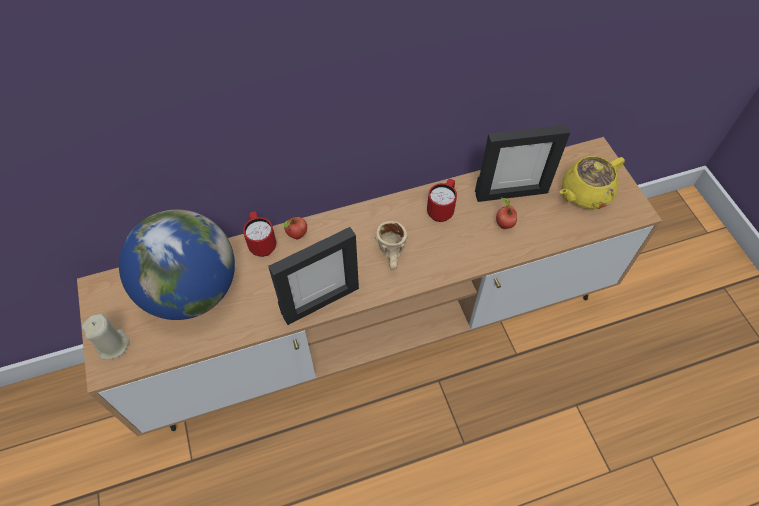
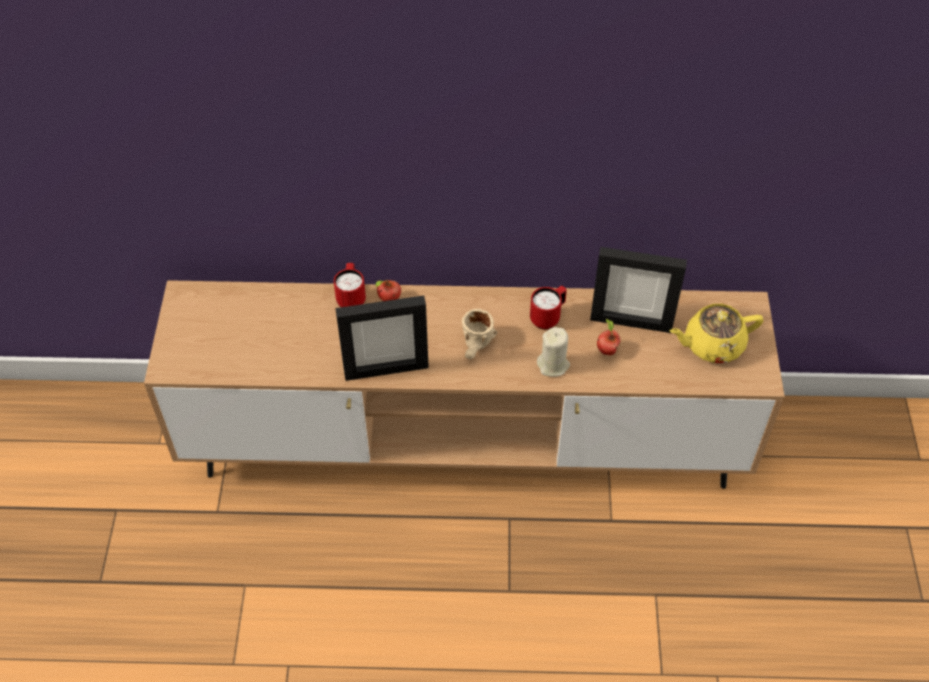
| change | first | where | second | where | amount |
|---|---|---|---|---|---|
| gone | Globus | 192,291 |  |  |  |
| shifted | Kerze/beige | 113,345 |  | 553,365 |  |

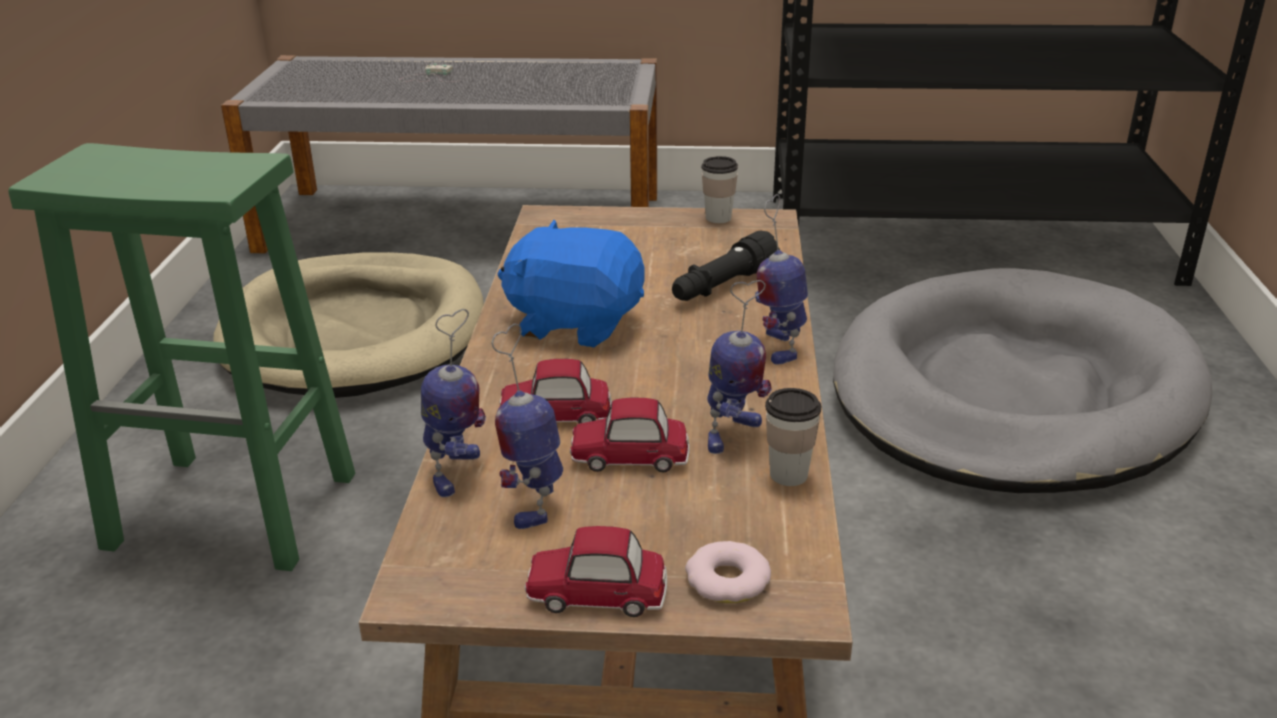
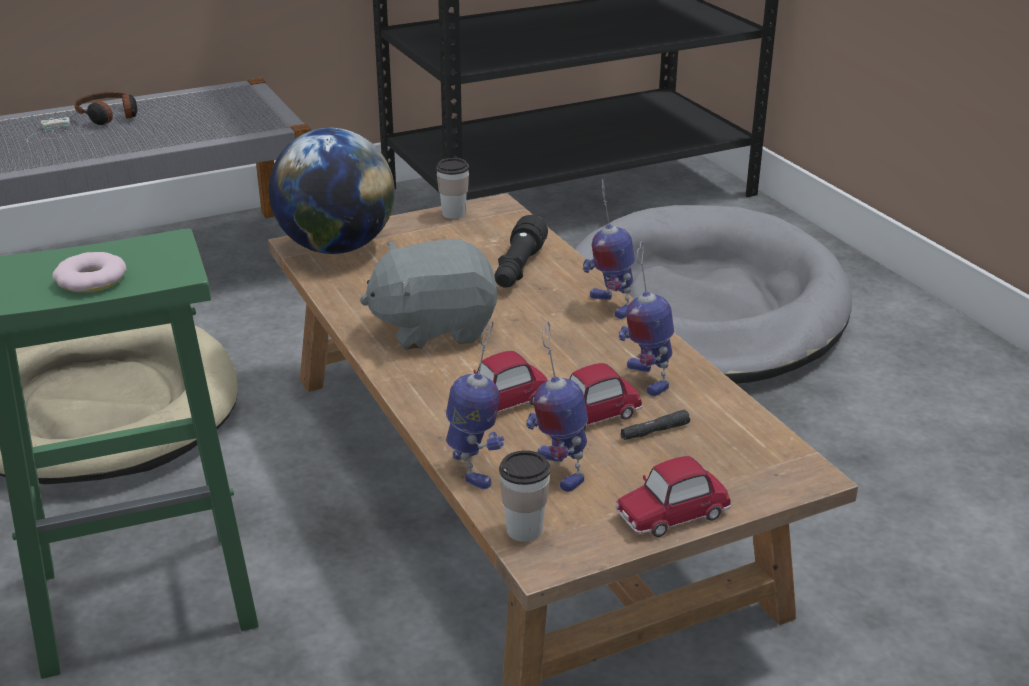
| change | first | where | second | where | amount |
|---|---|---|---|---|---|
| repainted | Plüschtier/blau | 575,323 | Plüschtier/grau | 434,328 |  |
| rotated | Spielzeugroboter | 732,435 |  | 645,378 | 150 degrees clockwise |
| shifted | Tasse | 788,474 |  | 524,530 |  |
| shifted | Donut | 727,580 |  | 91,280 |  |
| new |  |  | Kopfhörer | 109,116 |  |
| new |  |  | Globus | 336,247 |  |
| new |  |  | Taschenlampe/schwarz | 654,432 |  |

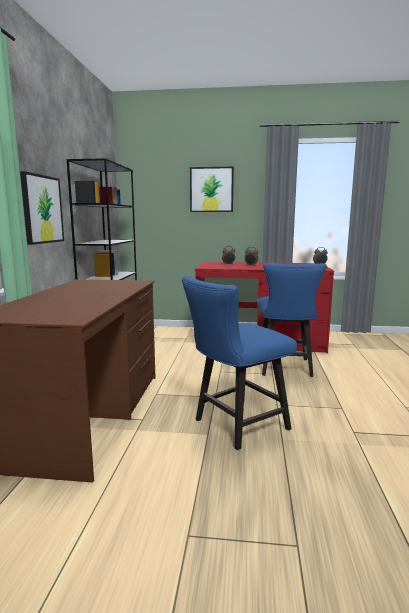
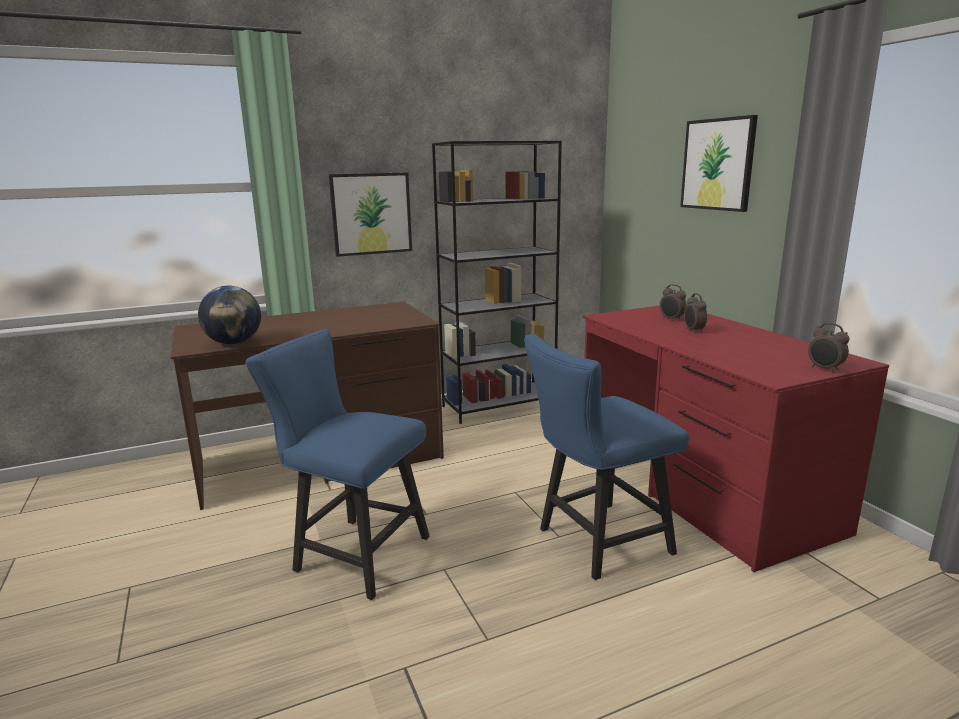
| change | first | where | second | where | amount |
|---|---|---|---|---|---|
| new |  |  | Globus | 234,343 |  |

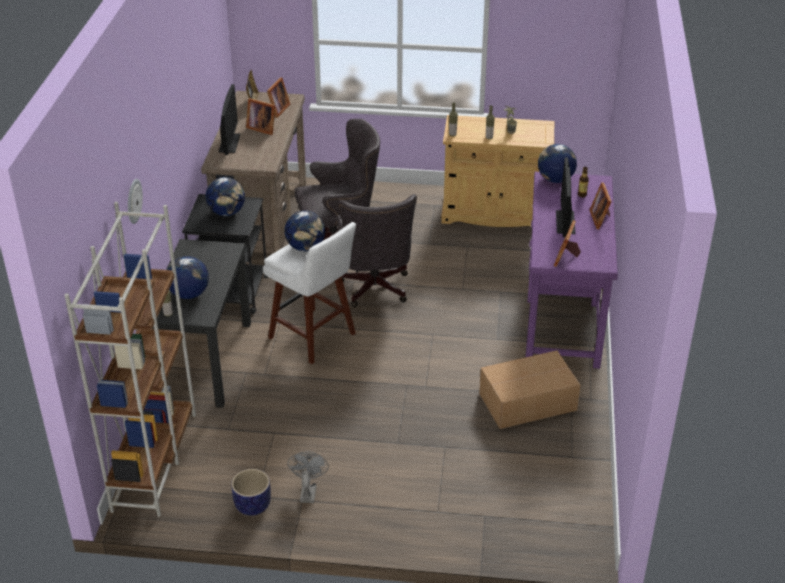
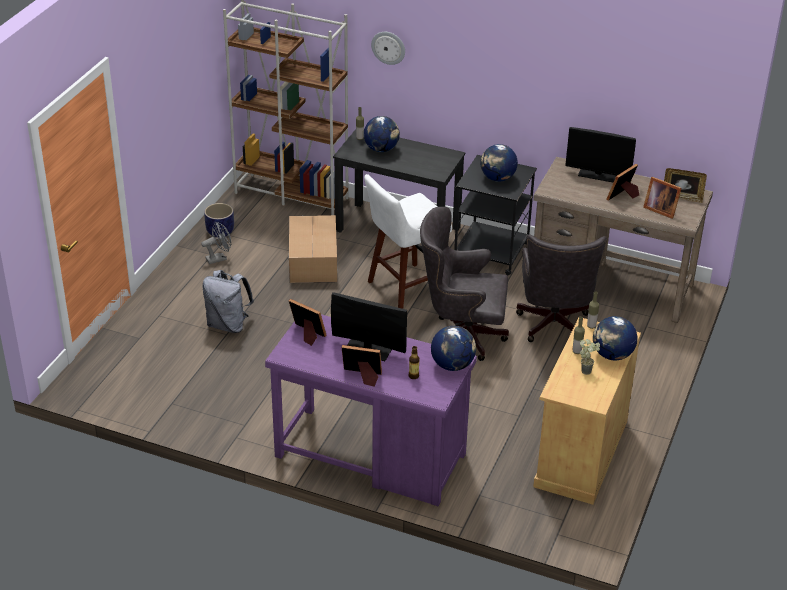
| change | first | where | second | where | amount |
|---|---|---|---|---|---|
| shifted | Globus | 305,247 |  | 612,355 |  |
| shifted | Karton | 526,401 |  | 313,260 |  |
| rotated | Ventilator/grau | 308,491 |  | 219,258 | 45 degrees counterclockwise |
| new |  |  | Rucksack/grau | 228,324 |  |

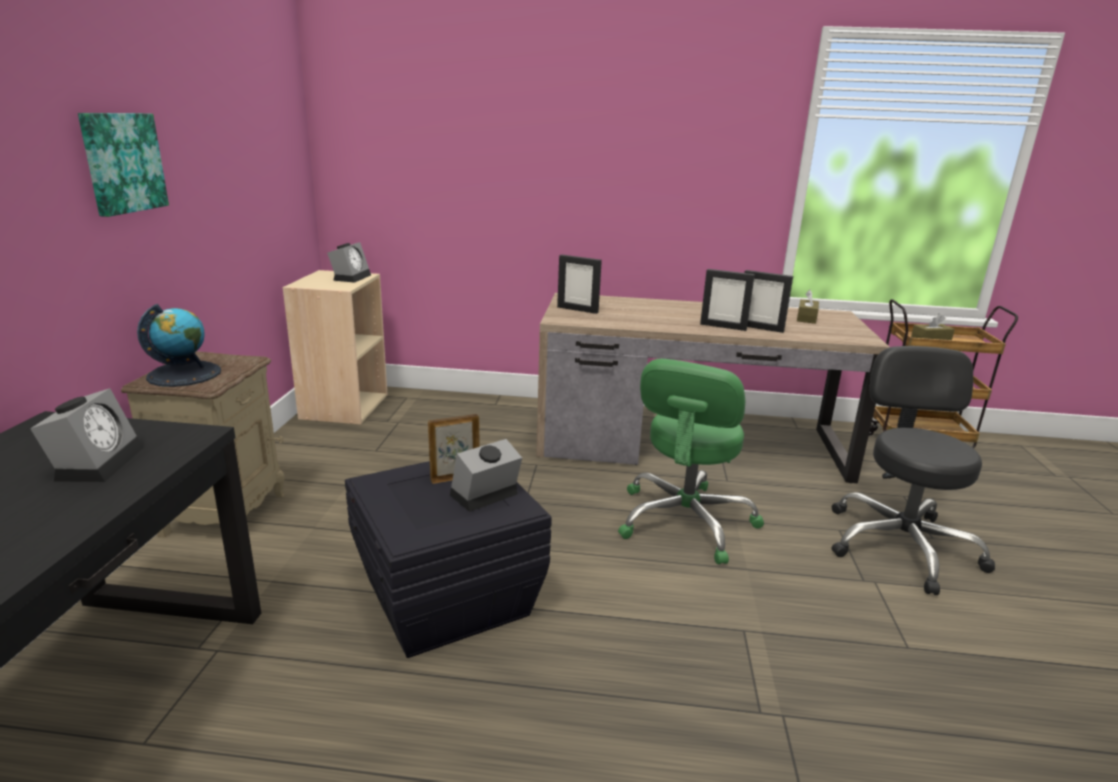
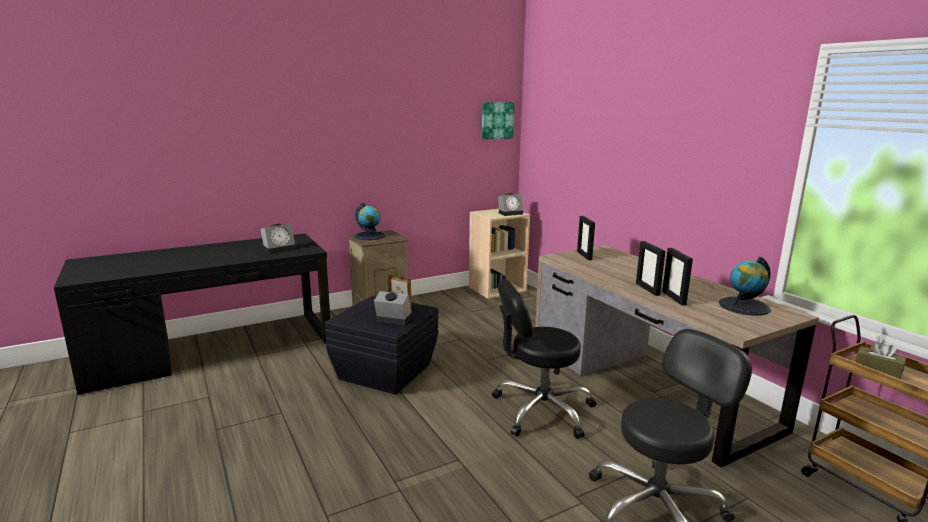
| change | first | where | second | where | amount |
|---|---|---|---|---|---|
| shifted | Bild | 122,163 |  | 497,120 |  |
| swapped | Taschentuchbox/braun | 806,318 | Globus | 744,306 |  |
| repainted | Bürostuhl/grün | 683,524 | Bürostuhl/schwarz | 538,411 |  |

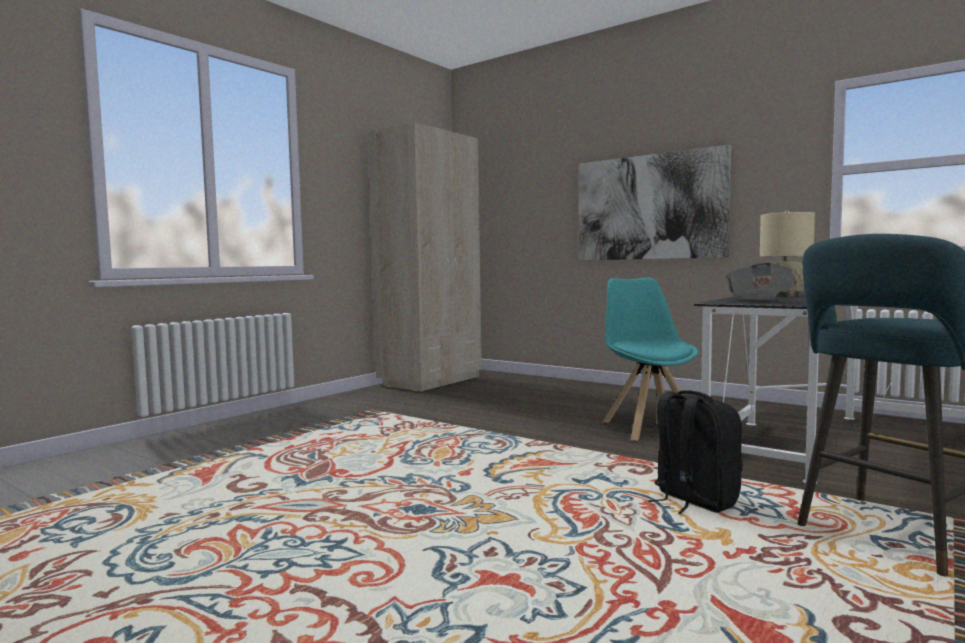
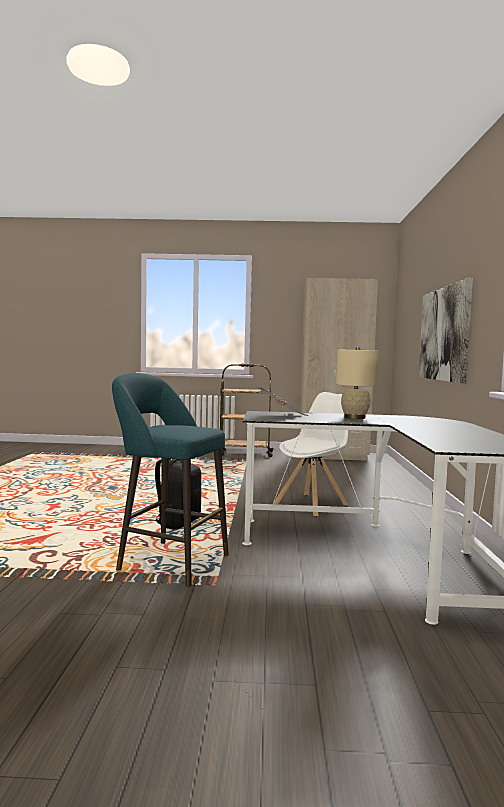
| change | first | where | second | where | amount |
|---|---|---|---|---|---|
| repainted | Stuhl/türkis | 648,427 | Stuhl/weiß | 313,504 |  |
| new |  |  | Rollwagen/braun | 245,454 |  |

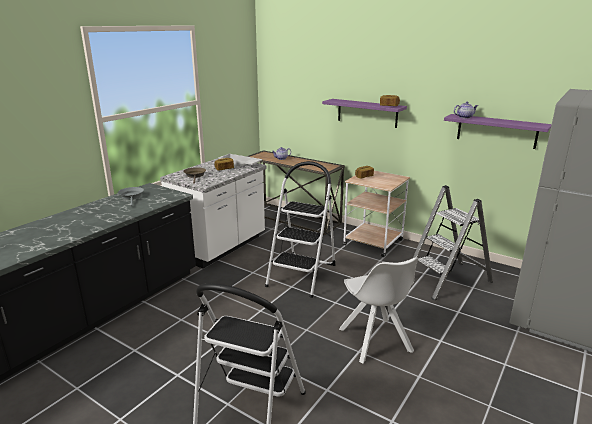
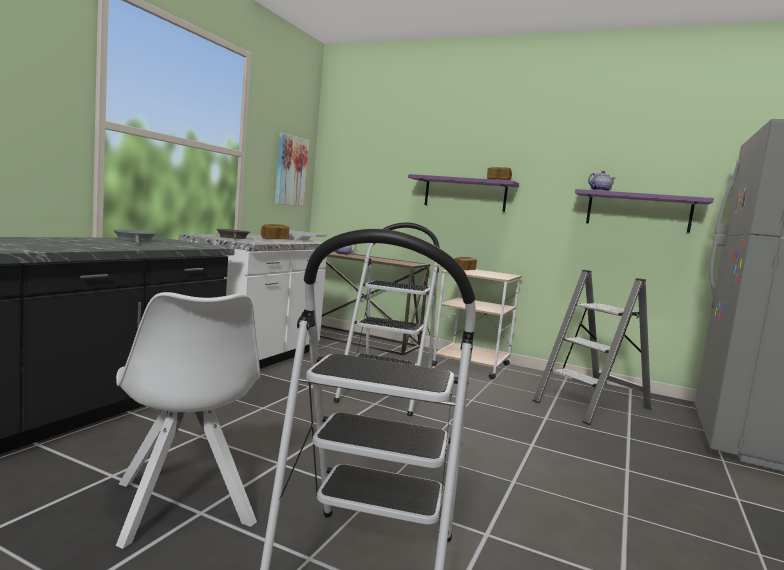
| change | first | where | second | where | amount |
|---|---|---|---|---|---|
| shifted | Stuhl/weiß | 375,341 |  | 184,505 |  |
| new |  |  | Bild | 290,170 |  |

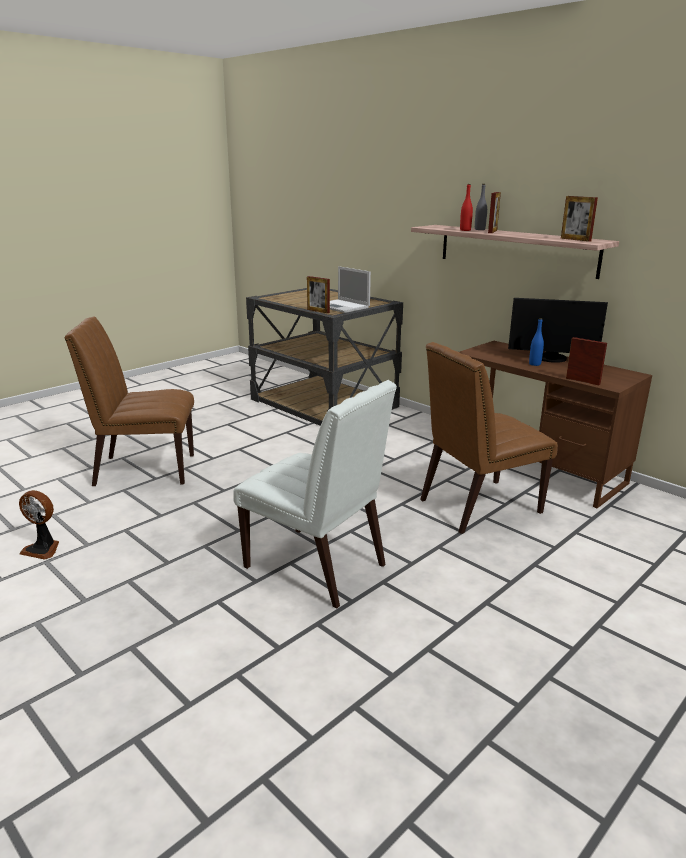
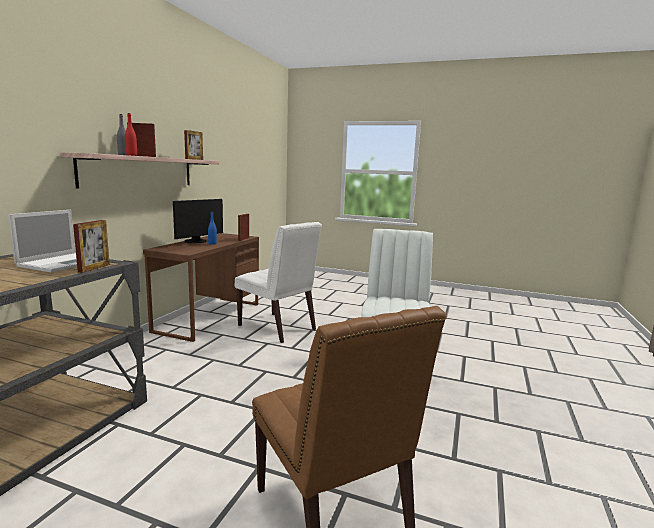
| change | first | where | second | where | amount |
|---|---|---|---|---|---|
| rotated | Monitor | 551,359 |  | 197,241 | 45 degrees clockwise |
| repainted | Stuhl/braun | 480,506 | Stuhl/weiß | 276,327 |  |
| gone | Ventilator | 43,549 |  |  |  |

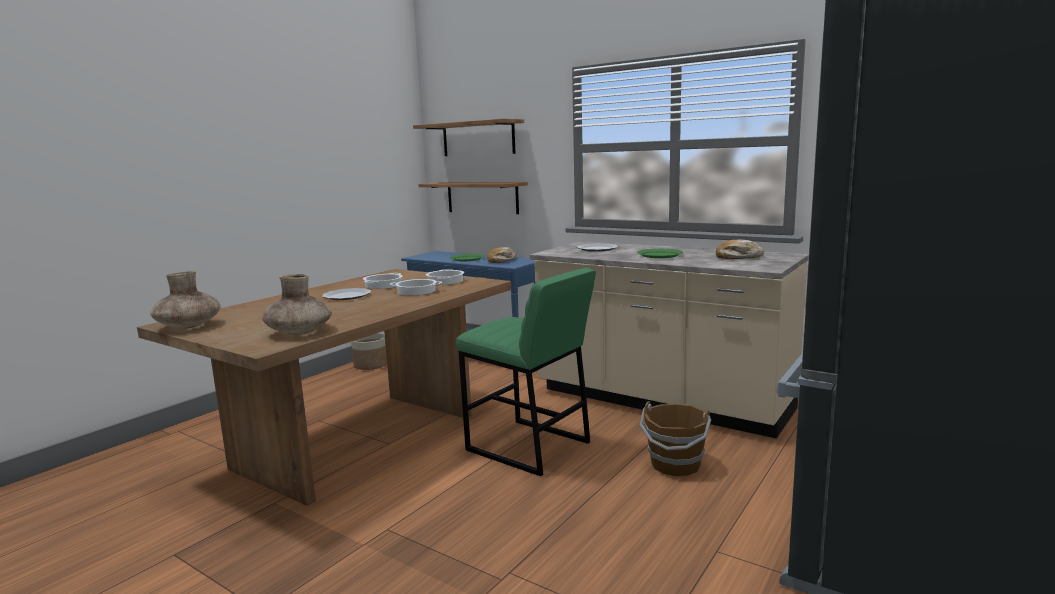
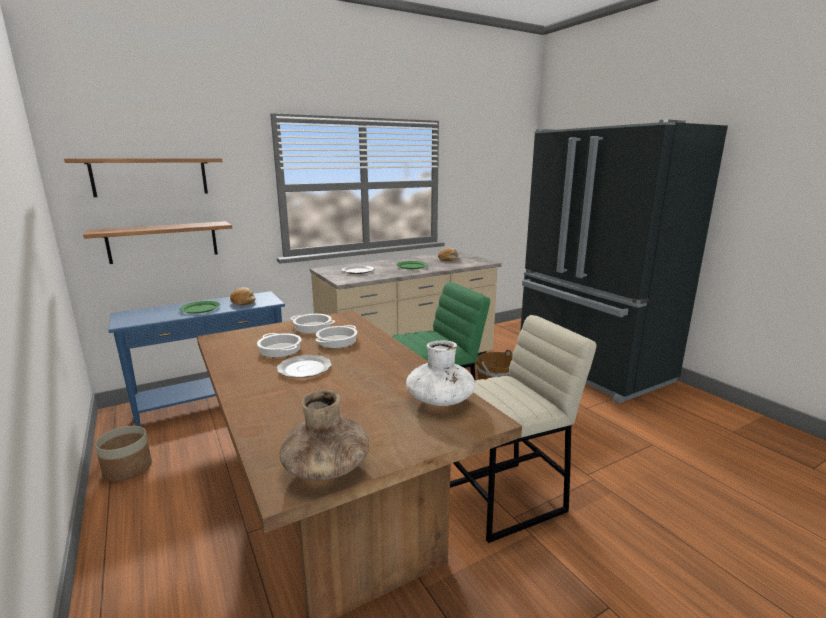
| change | first | where | second | where | amount |
|---|---|---|---|---|---|
| repainted | Vase/braun | 299,332 | Vase/weiß | 440,400 |  |
| new |  |  | Stuhl/beige | 506,498 |  |

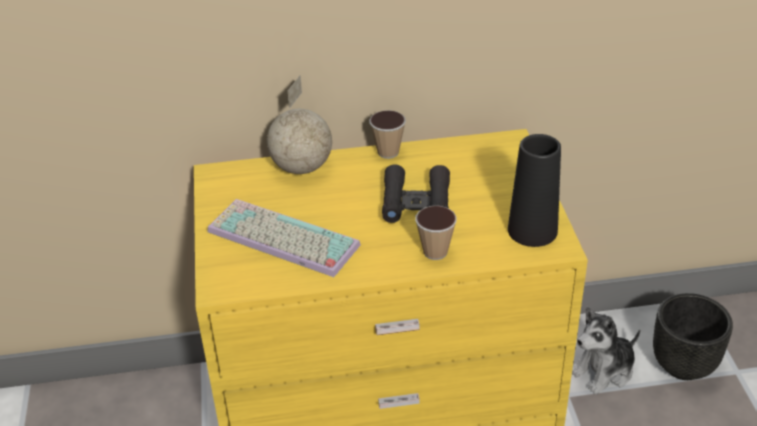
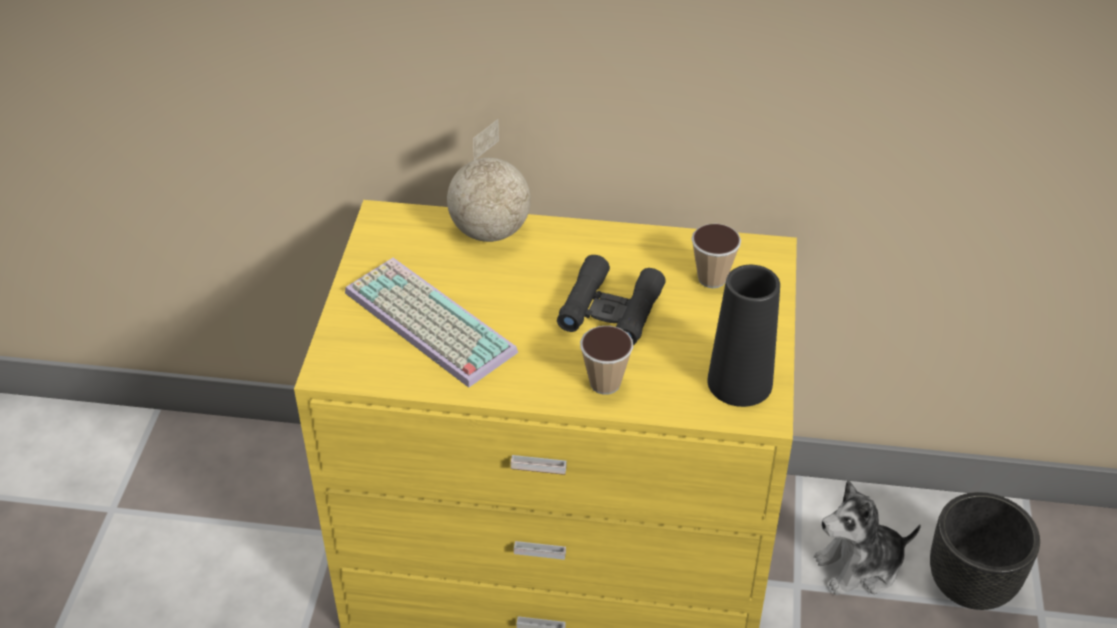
| change | first | where | second | where | amount |
|---|---|---|---|---|---|
| shifted | Tasse | 388,152 |  | 712,278 |  |

